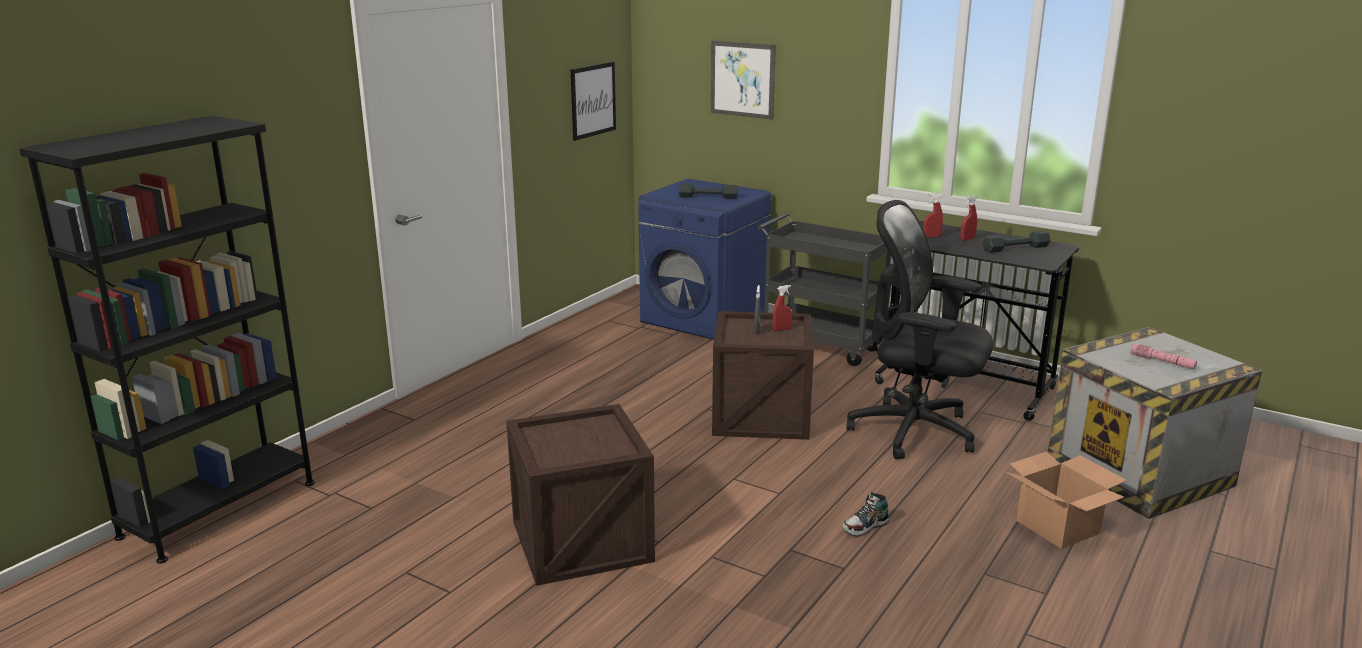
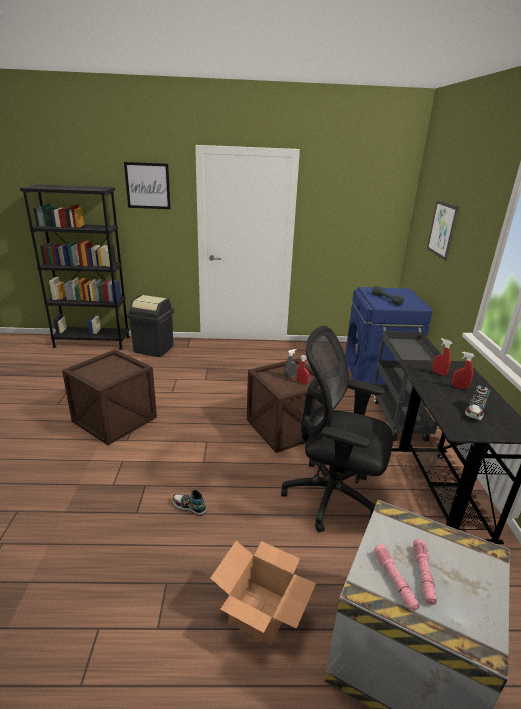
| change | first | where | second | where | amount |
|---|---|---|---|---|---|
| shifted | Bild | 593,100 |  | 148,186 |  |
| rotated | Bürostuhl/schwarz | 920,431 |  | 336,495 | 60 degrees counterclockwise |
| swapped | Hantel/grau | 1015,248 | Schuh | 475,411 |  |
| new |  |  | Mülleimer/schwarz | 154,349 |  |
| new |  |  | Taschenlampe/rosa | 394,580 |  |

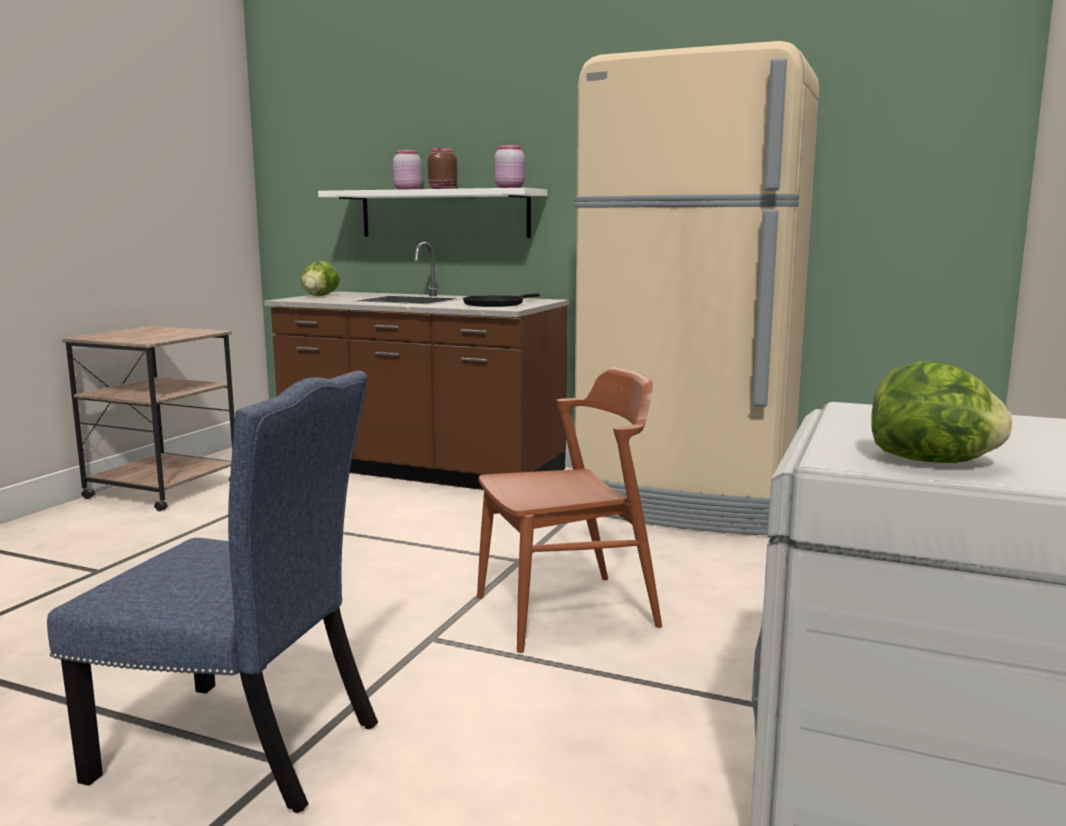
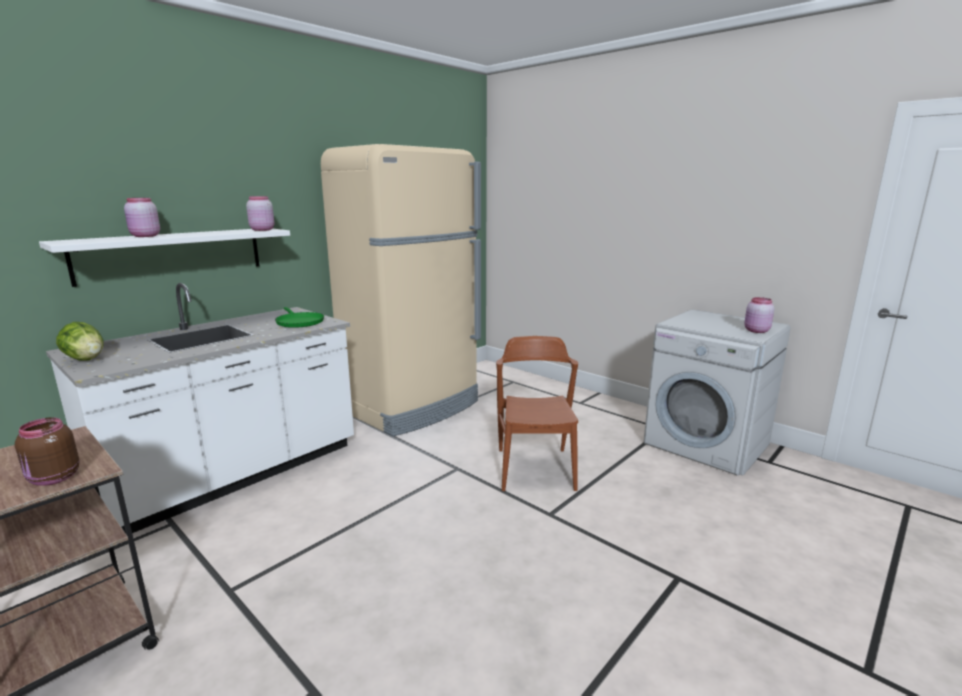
| change | first | where | second | where | amount |
|---|---|---|---|---|---|
| shifted | Vorratsglas/braun | 442,189 |  | 53,479 |  |
| repainted | Küchenzeile/braun | 422,470 | Küchenzeile/weiß | 234,474 |  |
| repainted | Pfanne/schwarz | 496,304 | Pfanne/grün | 299,322 |  |
| swapped | Salatkopf | 932,462 | Vorratsglas/rosa | 756,331 |  |
| gone | Stuhl/blau | 236,746 |  |  |  |

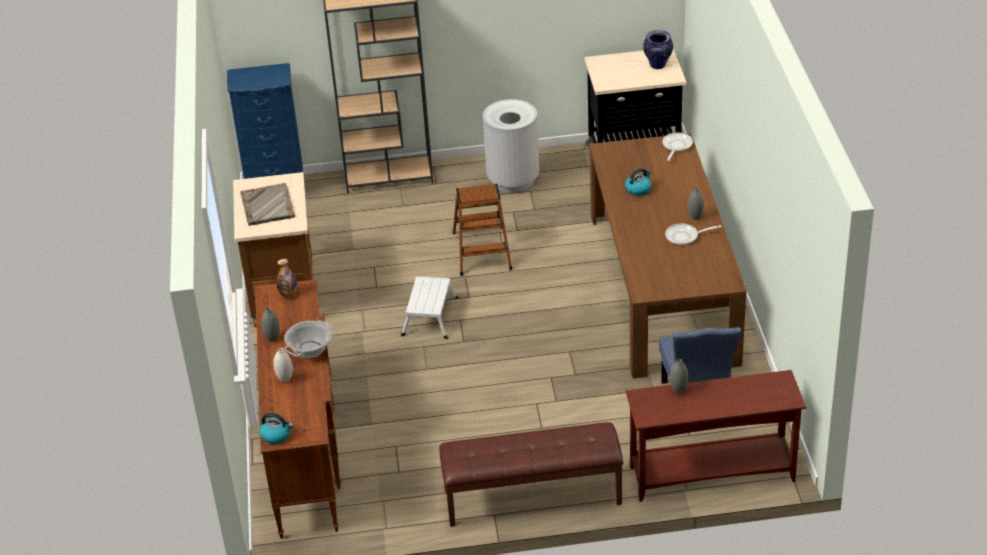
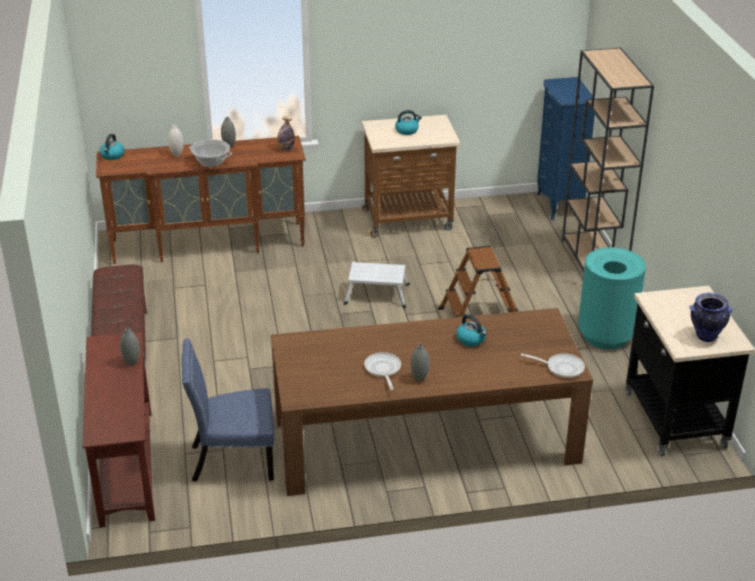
| change | first | where | second | where | amount |
|---|---|---|---|---|---|
| repainted | Mülleimer/grau | 513,179 | Mülleimer/türkis | 606,335 |  |
| swapped | Tablett/grau | 267,206 | Wasserkessel | 407,130 |  |

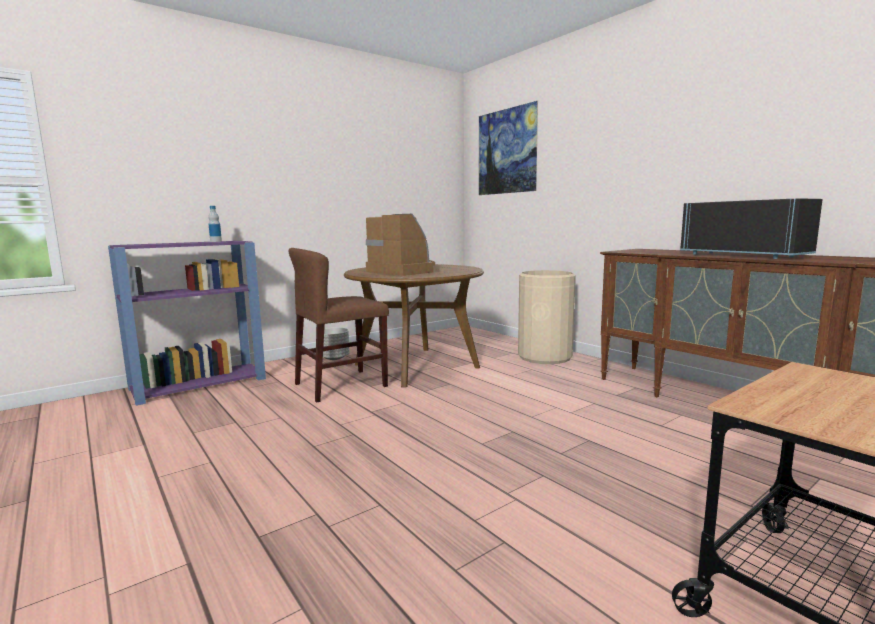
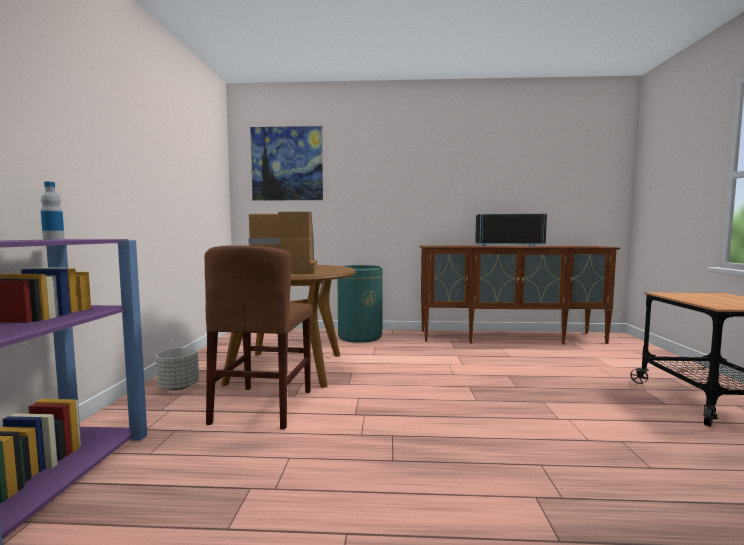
| change | first | where | second | where | amount |
|---|---|---|---|---|---|
| repainted | Mülleimer/beige | 545,357 | Mülleimer/grün | 360,337 |  |

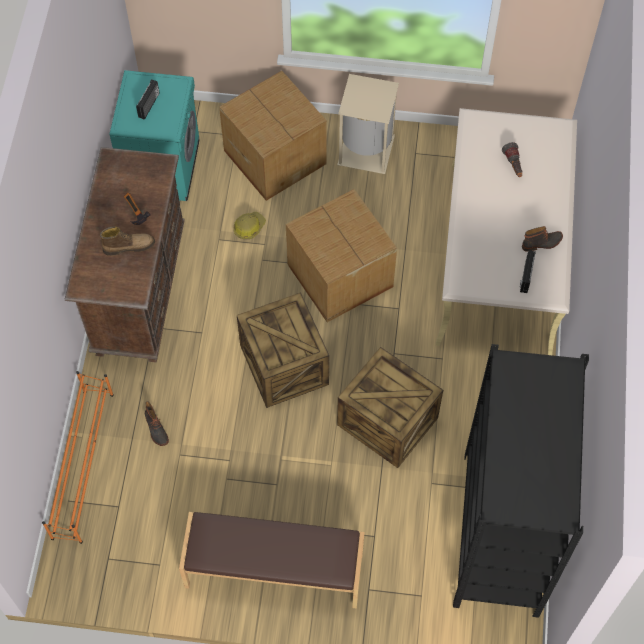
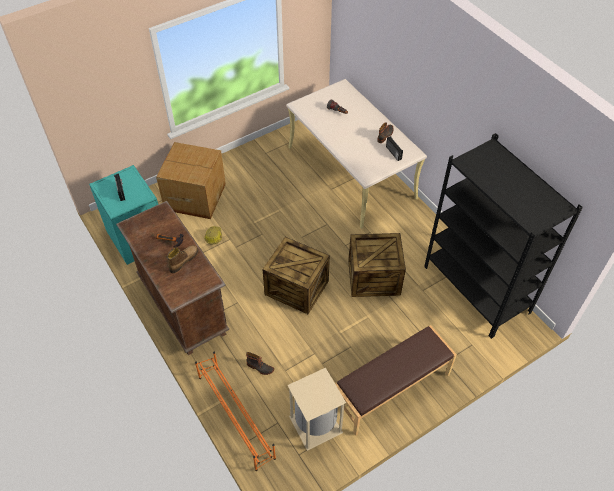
| change | first | where | second | where | amount |
|---|---|---|---|---|---|
| shifted | Mülleimer/beige | 367,149 |  | 316,423 |  |
| gone | Karton | 339,277 |  |  |  |

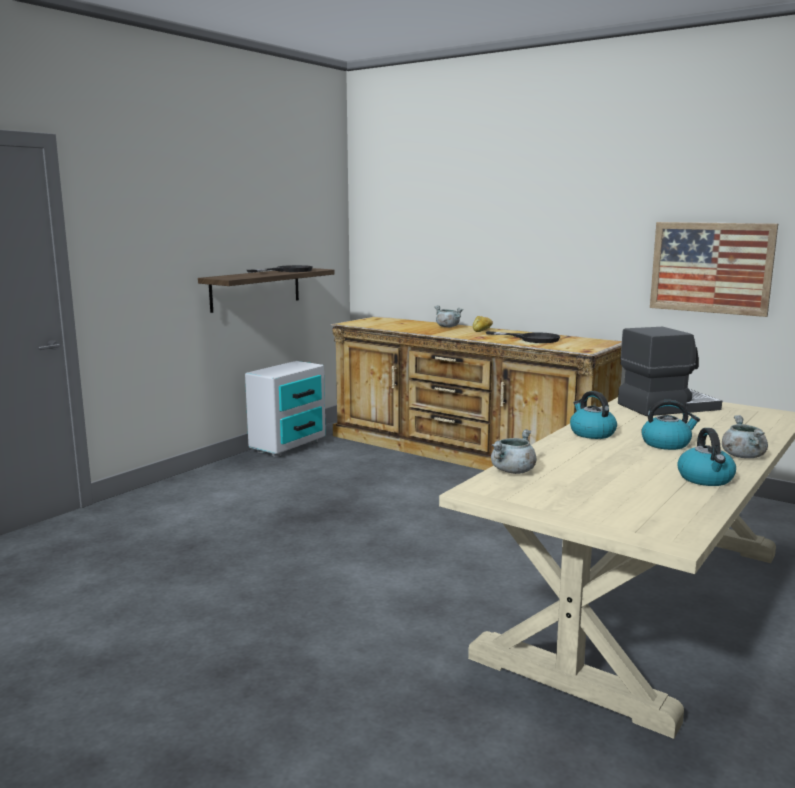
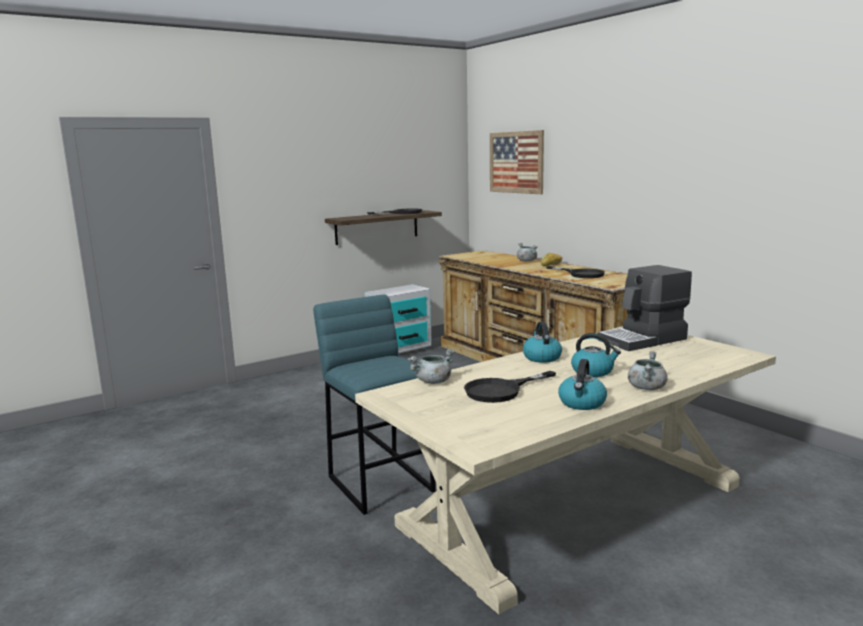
| change | first | where | second | where | amount |
|---|---|---|---|---|---|
| shifted | Bild | 711,267 |  | 516,162 |  |
| rotated | Kaffeemaschine | 666,406 |  | 643,340 | 150 degrees clockwise |
| new |  |  | Hocker/türkis | 379,483 |  |
| new |  |  | Pfanne/schwarz | 501,390 |  |

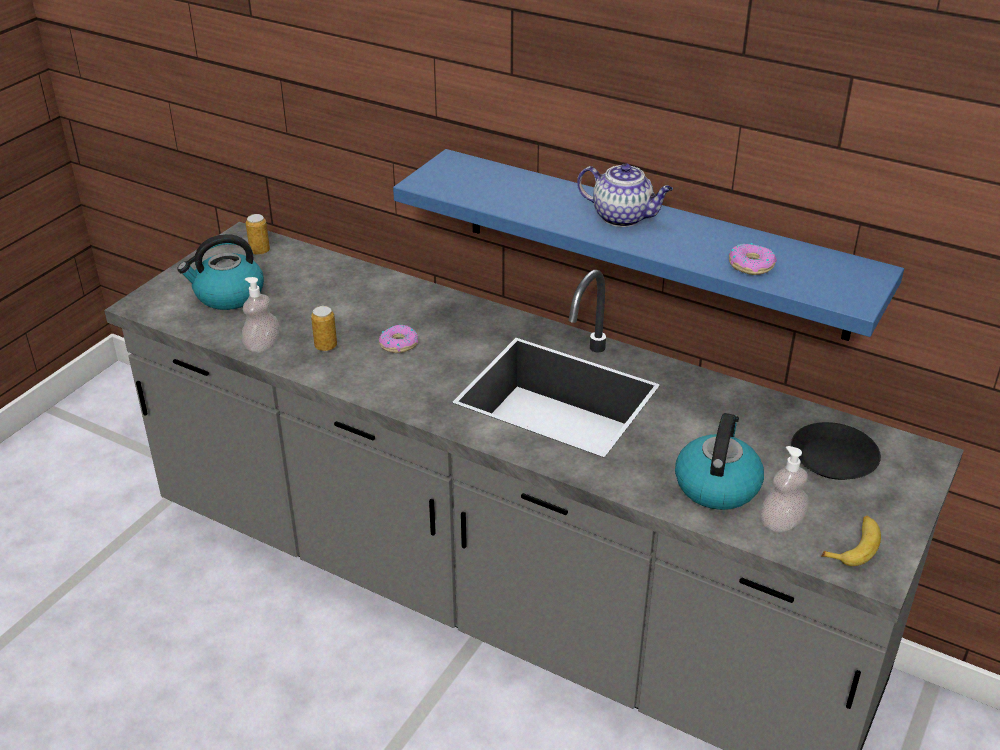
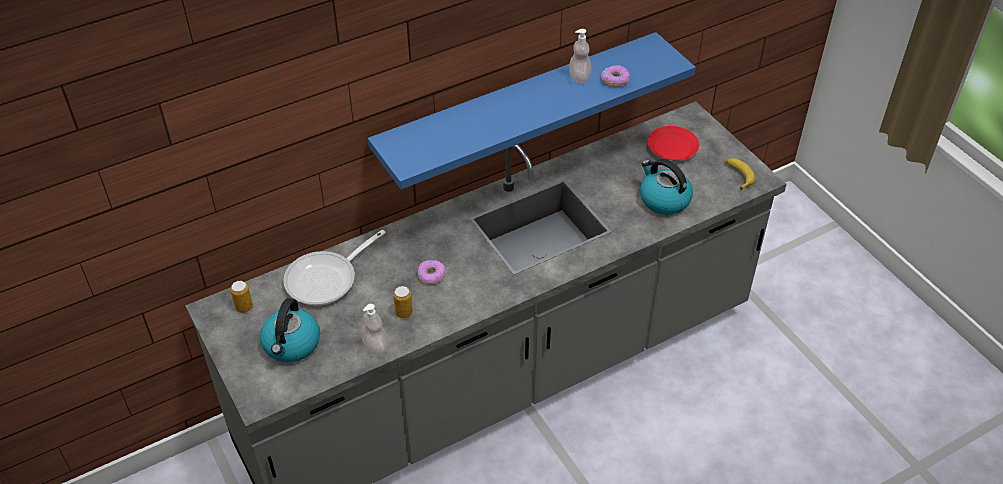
| change | first | where | second | where | amount |
|---|---|---|---|---|---|
| gone | Teekanne | 623,217 |  |  |  |
| repainted | Teller/schwarz | 834,459 | Teller/rot | 672,147 |  |
| shifted | Seifenspender | 781,523 |  | 579,77 |  |
| new |  |  | Pfanne | 327,279 |  |

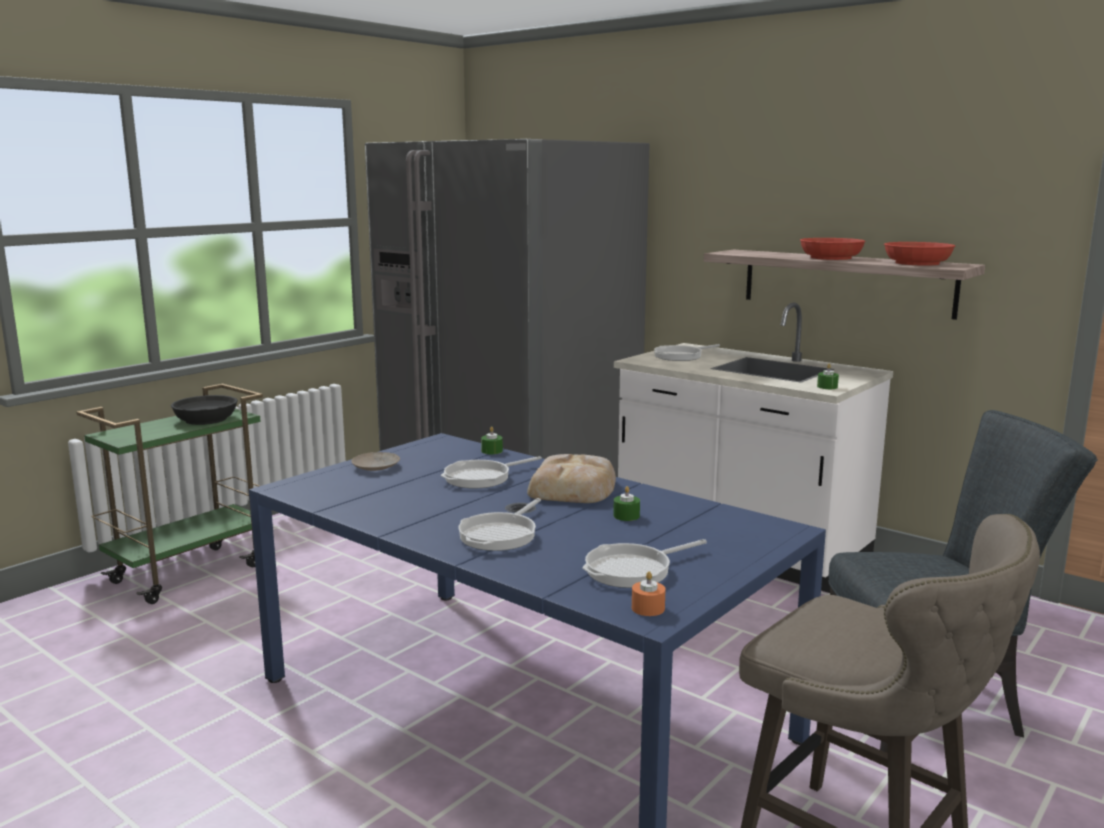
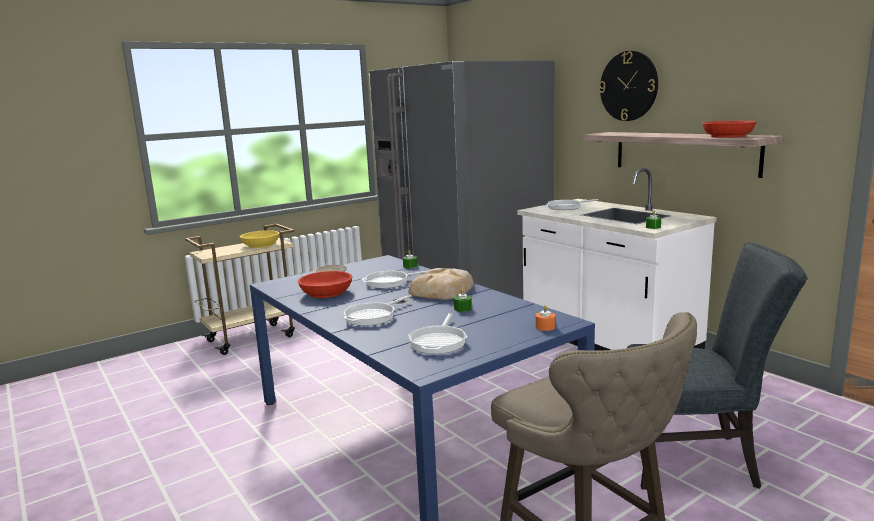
| change | first | where | second | where | amount |
|---|---|---|---|---|---|
| shifted | Schüssel/rot | 830,258 |  | 326,292 |  |
| repainted | Rollwagen/grün | 192,572 | Rollwagen/beige | 254,338 |  |
| repainted | Schüssel/schwarz | 206,419 | Schüssel/gelb | 260,245 |  |
| rotated | Pfanne | 633,570 |  | 439,341 | 60 degrees counterclockwise |
| shifted | Kerze/orange | 648,608 |  | 545,327 |  |
| new |  |  | Wanduhr | 628,86 |  |

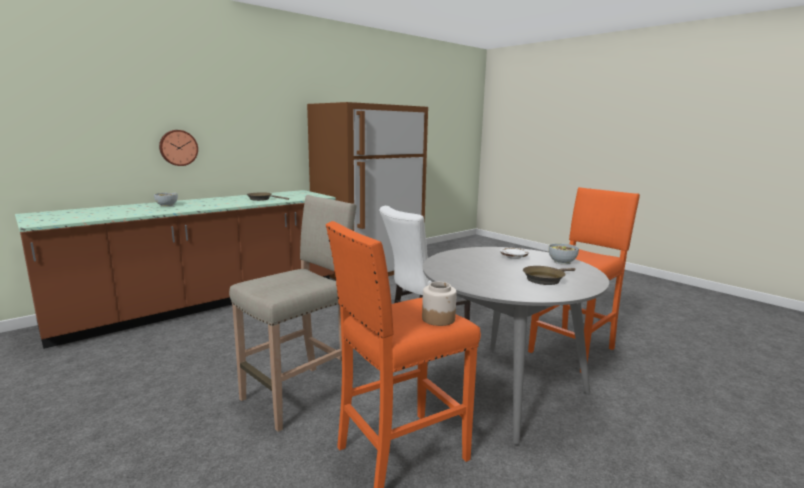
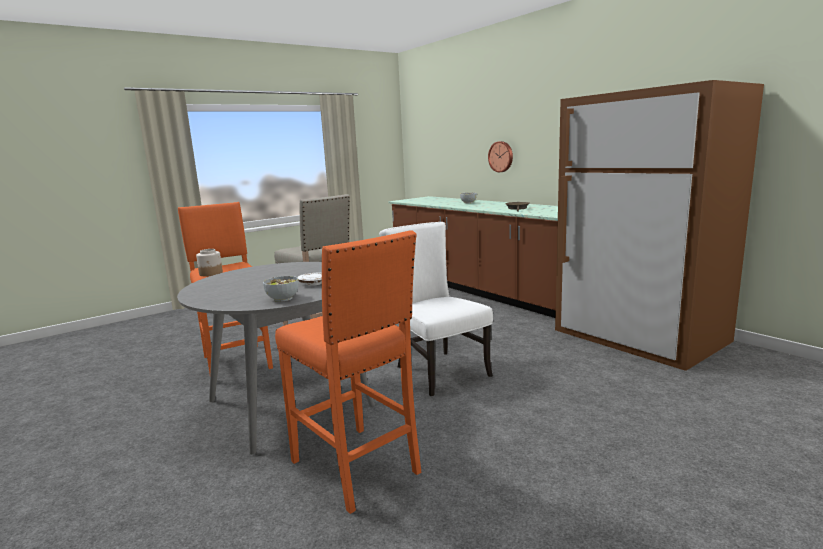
| change | first | where | second | where | amount |
|---|---|---|---|---|---|
| gone | Pfanne/braun | 545,279 |  |  |  |

